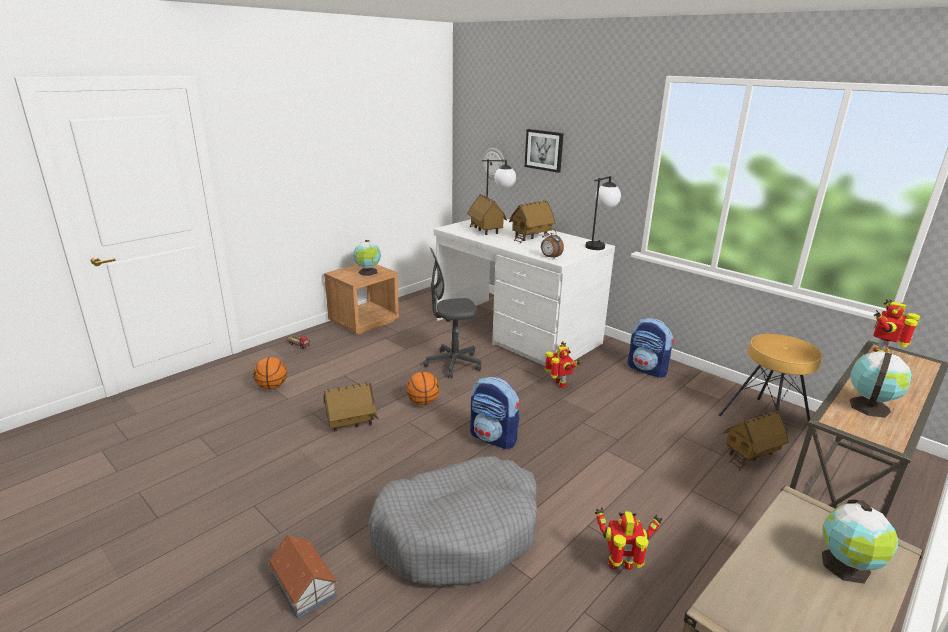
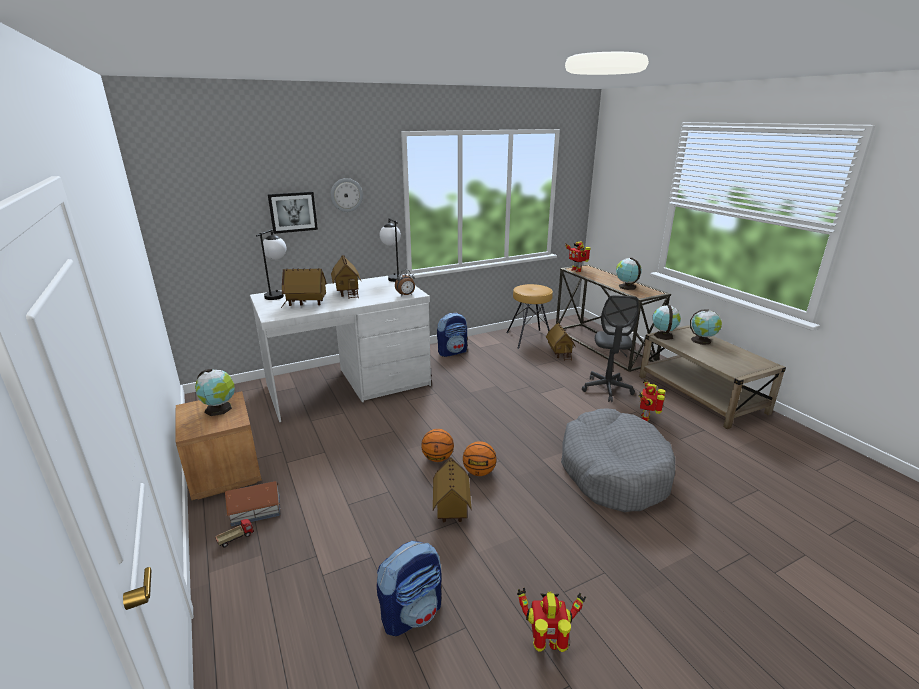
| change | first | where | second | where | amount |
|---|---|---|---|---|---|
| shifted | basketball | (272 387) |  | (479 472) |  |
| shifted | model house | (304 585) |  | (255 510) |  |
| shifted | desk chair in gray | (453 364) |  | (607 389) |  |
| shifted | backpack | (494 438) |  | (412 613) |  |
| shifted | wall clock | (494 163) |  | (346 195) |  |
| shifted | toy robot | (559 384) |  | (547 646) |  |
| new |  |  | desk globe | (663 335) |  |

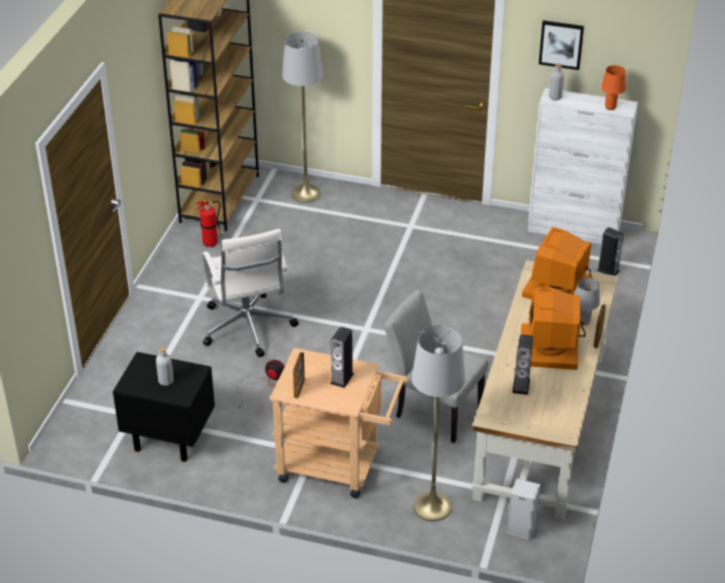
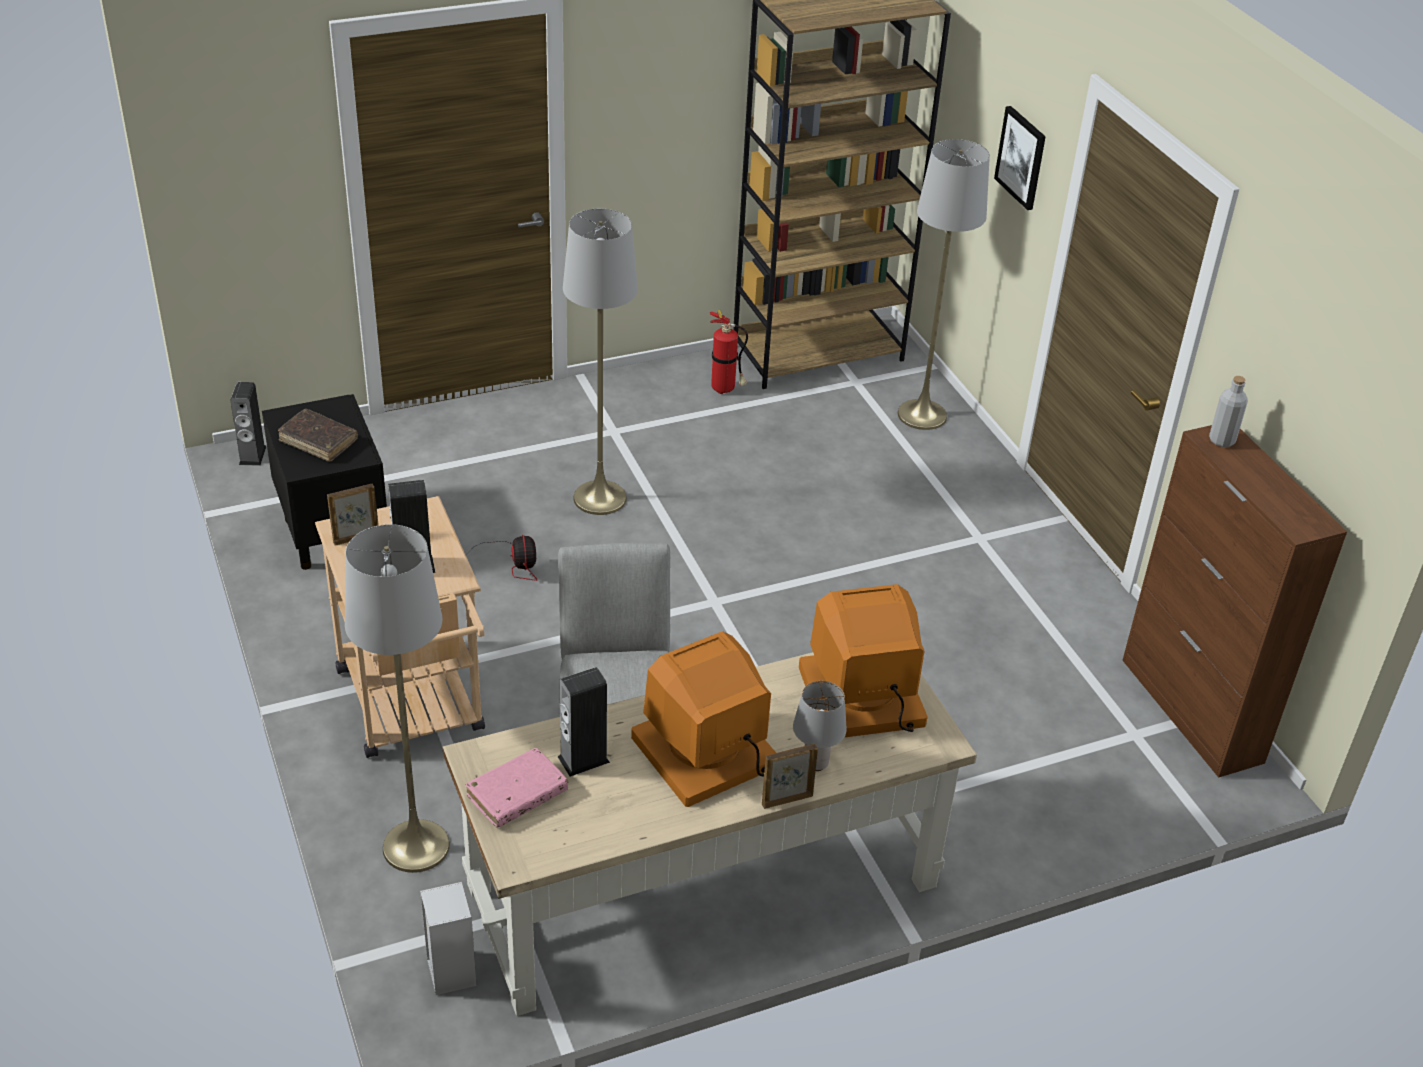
| change | first | where | second | where | amount |
|---|---|---|---|---|---|
| swapped | bottle in gray | (166 381) | bound book in brownish | (318 441) |  |
| swapped | desk chair in white-coloured | (248 328) | standing lamp in gray | (599 498) |  |
| repainted | cabinet in white-coloured | (574 231) | cabinet in brownish | (1191 711) |  |
| shifted | wall picture | (561 44) |  | (1021 157) |  |
| shifted | loudspeaker | (608 271) |  | (252 455) |  |
| gone | tabletop lamp in orangey | (610 107) |  |  |  |
| new |  |  | bound book in pinkish | (517 795) |  |

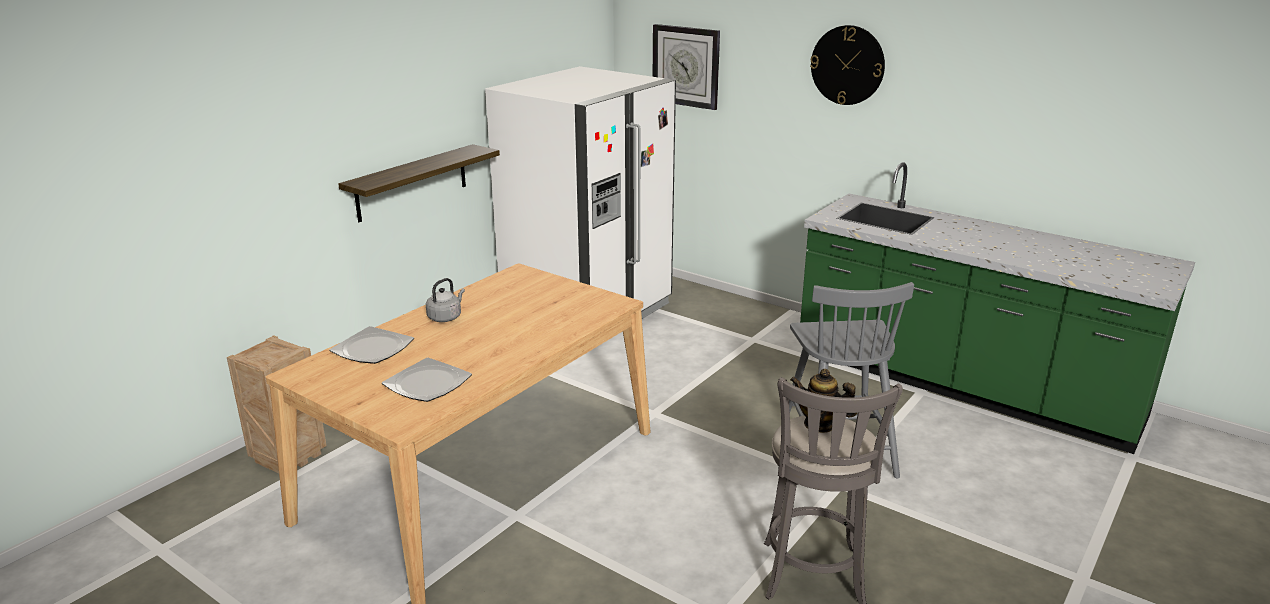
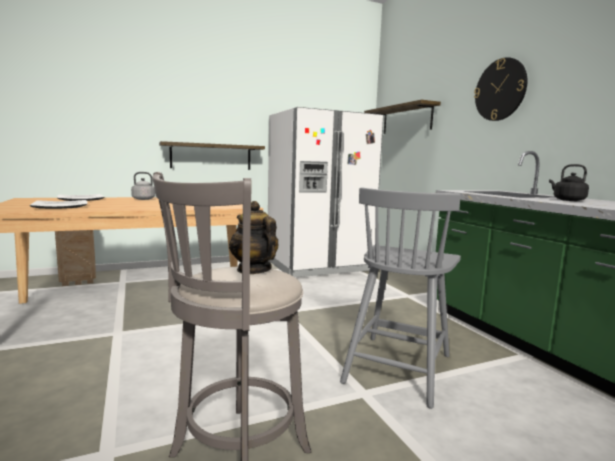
| change | first | where | second | where | amount |
|---|---|---|---|---|---|
| swapped | wall clock | (686 66) | bracket shelf | (406 119) |  |
| new |  |  | kettle in black-coloured | (567 200) |  |

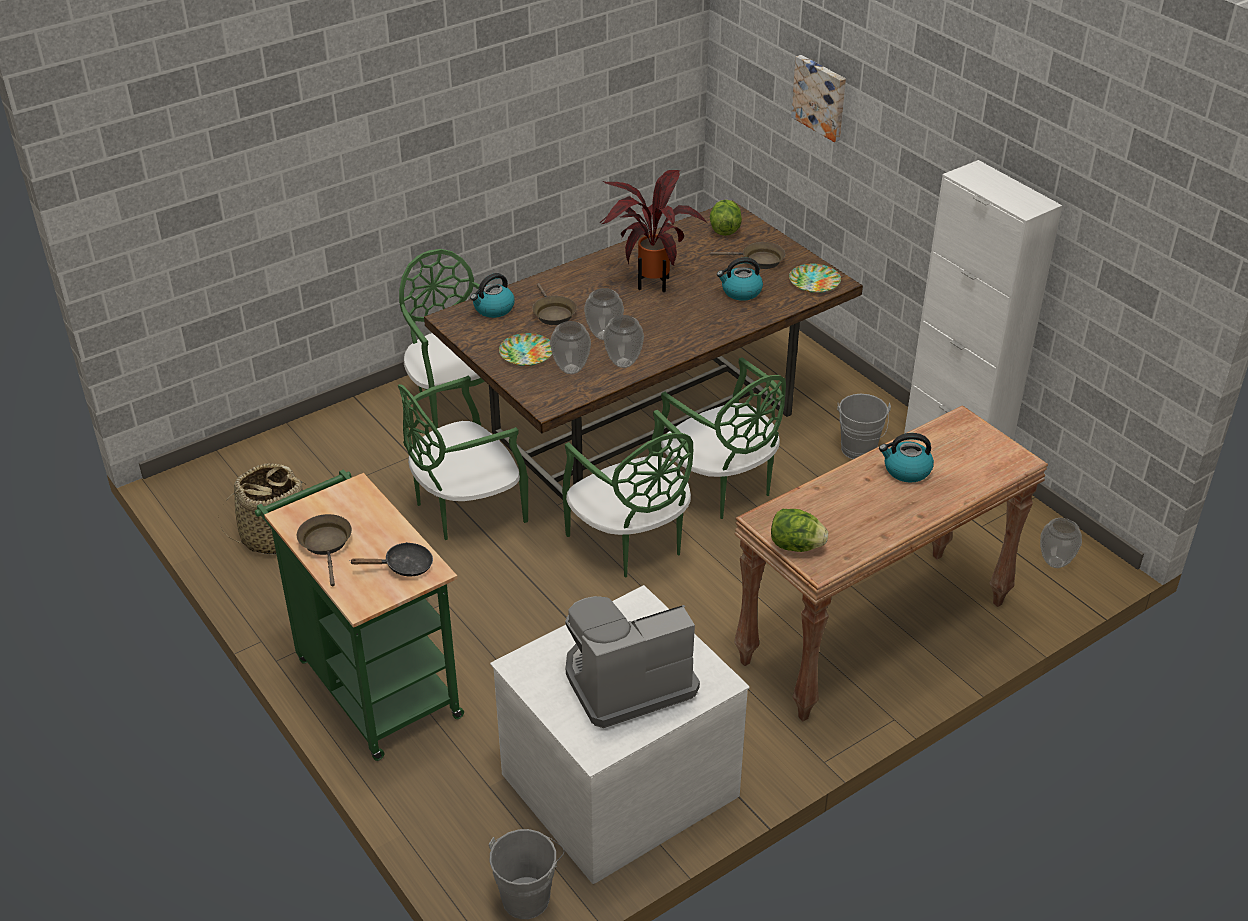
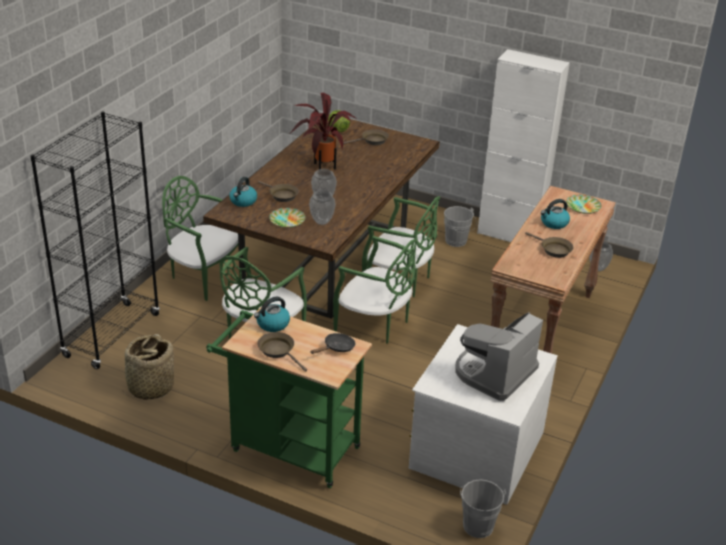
| change | first | where | second | where | amount |
|---|---|---|---|---|---|
| gone | vase | (622 363) |  |  |  |
| shifted | kettle | (740 292) |  | (272 324) |  |
| gone | lettuce | (796 546) |  |  |  |
| shifted | flat dish | (814 282) |  | (582 206) |  |
| gone | wall picture | (820 97) |  |  |  |
| new |  |  | bookshelf in black-coloured | (112 335) |  |
| new |  |  | frying pan in brownish | (553 250) |  |

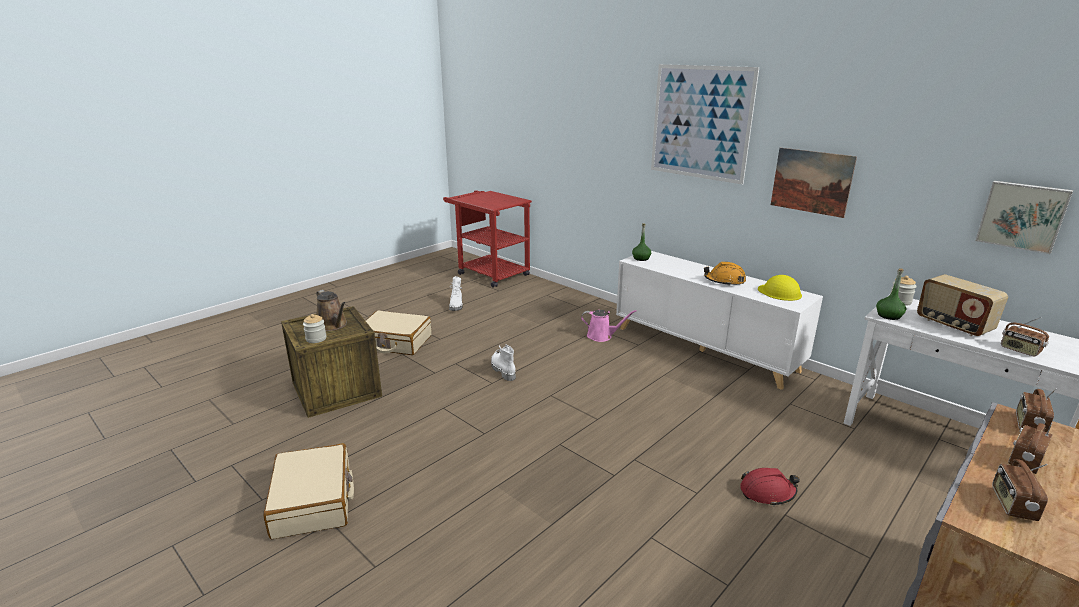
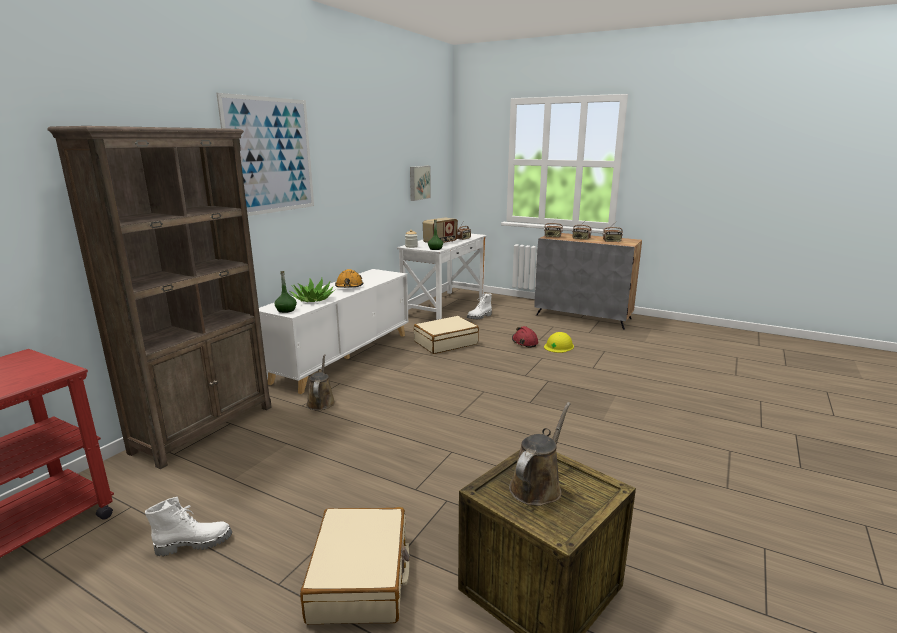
| change | first | where | second | where | amount |
|---|---|---|---|---|---|
| shifted | piece of luggage in sand-coloured | (313 501) |  | (445 342) |  |
| gone | storage jar | (316 339) |  |  |  |
| shifted | boot in white-coloured | (502 370) |  | (479 317) |  |
| repainted | watering pot in pinkish | (602 336) | watering pot in brownish | (321 402) |  |
| shifted | work helmet in yellow | (779 292) |  | (558 346) |  |
| gone | wall picture | (811 181) |  |  |  |
| new |  |  | bookshelf in brownish | (205 428) |  |
| new |  |  | houseplant | (313 299) |  |

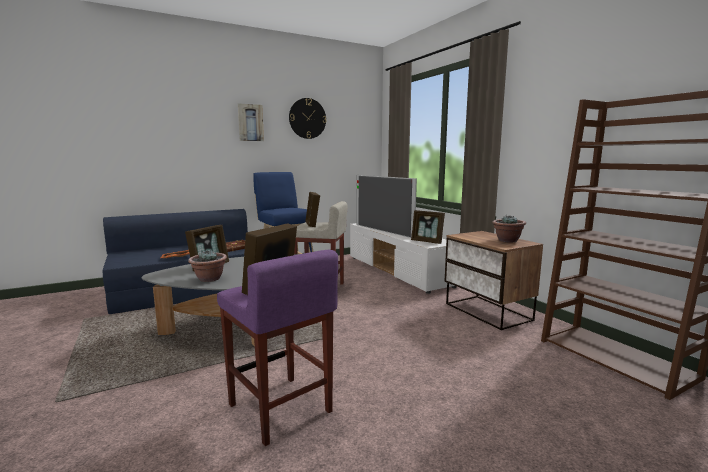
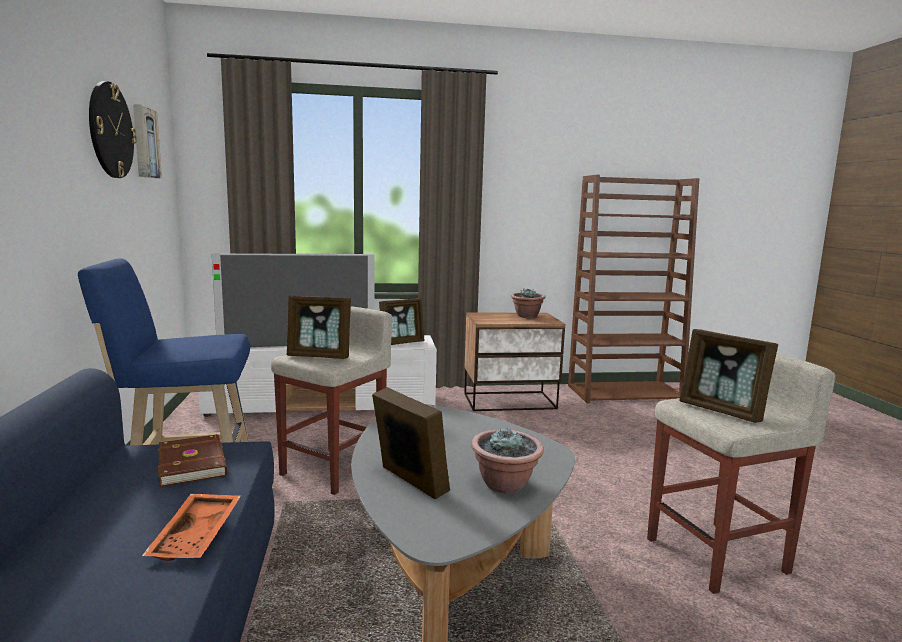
| change | first | where | second | where | amount |
|---|---|---|---|---|---|
| repainted | sitting stool in purple-coloured | (280 409) | sitting stool in sand-coloured | (718 555) |  |
| shifted | wall picture | (250 122) |  | (144 143) |  |

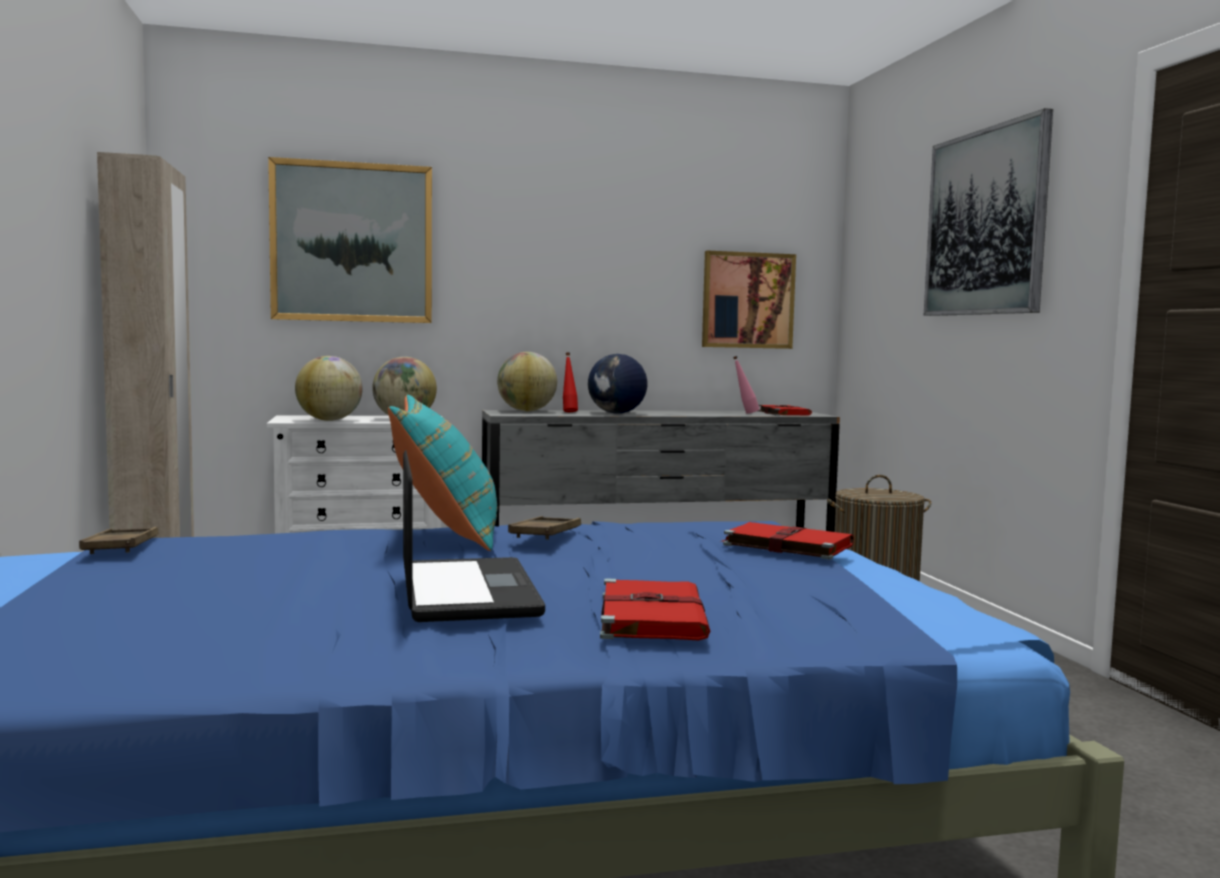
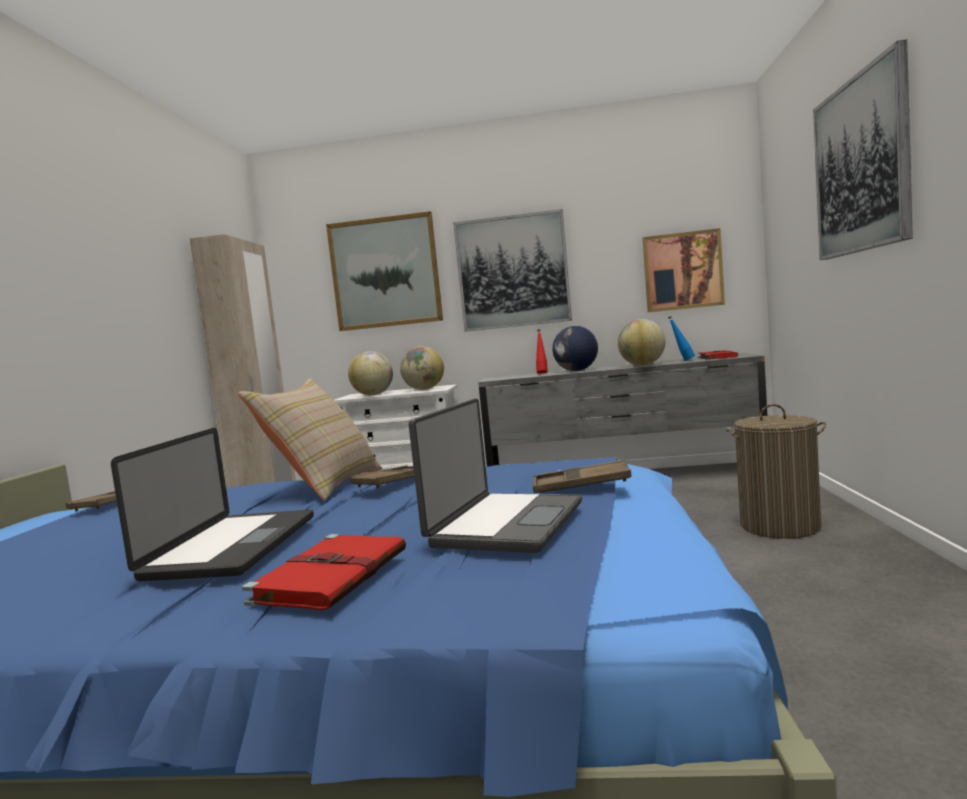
| change | first | where | second | where | amount |
|---|---|---|---|---|---|
| repainted | pillow in blue-green | (447 536) | pillow in sand-coloured | (324 486) |  |
| shifted | desk globe | (526 411) |  | (642 365) |  |
| swapped | bound book in reddish | (785 545) | serving tray in brownish | (581 485) |  |
| repainted | bottle in pinkish | (744 413) | bottle in blue-coloured | (683 360) |  |
| new |  |  | laptop | (505 524) |  |
| new |  |  | wall picture | (512 272) |  |

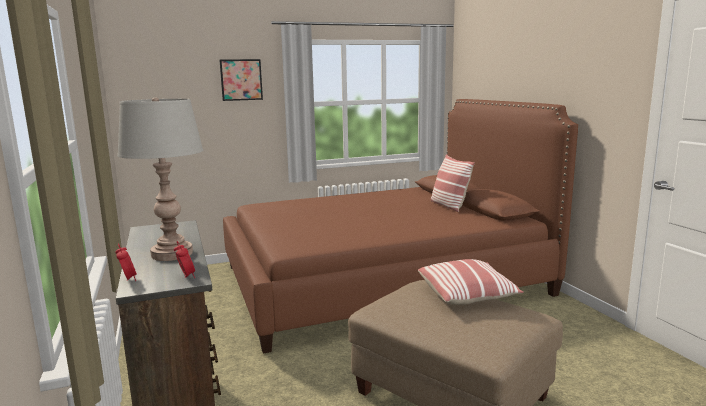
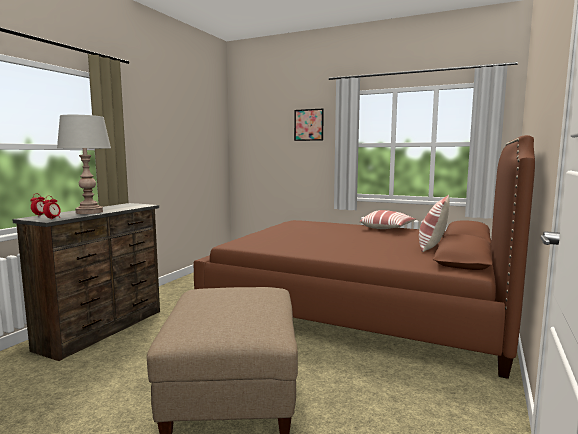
| change | first | where | second | where | amount |
|---|---|---|---|---|---|
| shifted | pillow | (467 295) |  | (387 229) |  |

